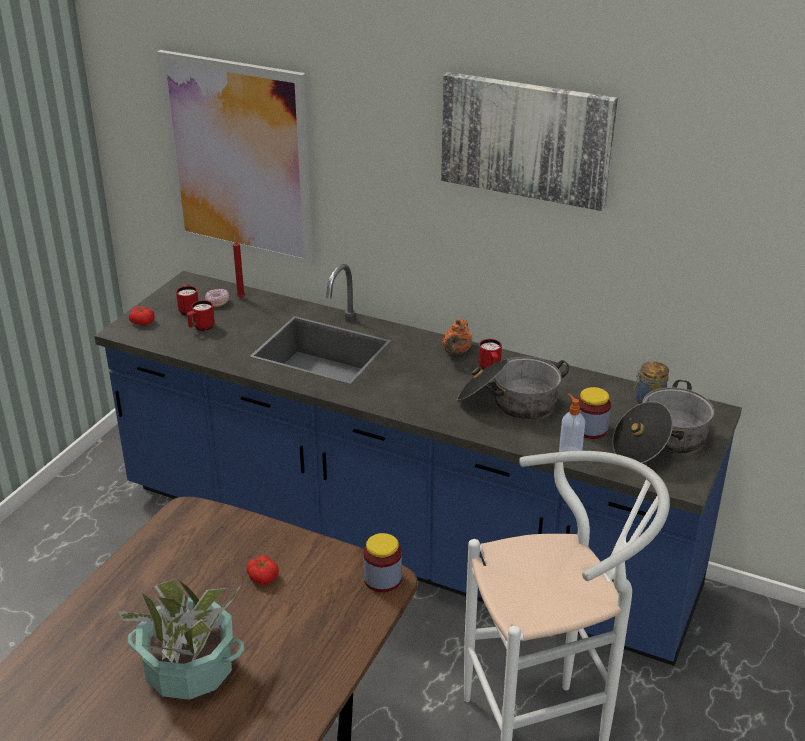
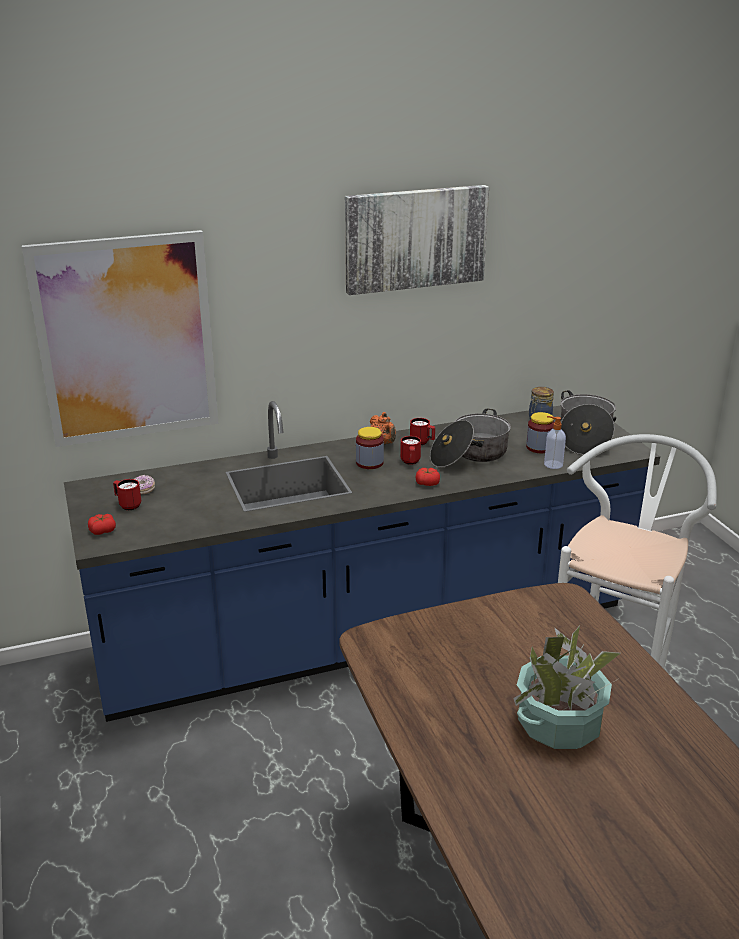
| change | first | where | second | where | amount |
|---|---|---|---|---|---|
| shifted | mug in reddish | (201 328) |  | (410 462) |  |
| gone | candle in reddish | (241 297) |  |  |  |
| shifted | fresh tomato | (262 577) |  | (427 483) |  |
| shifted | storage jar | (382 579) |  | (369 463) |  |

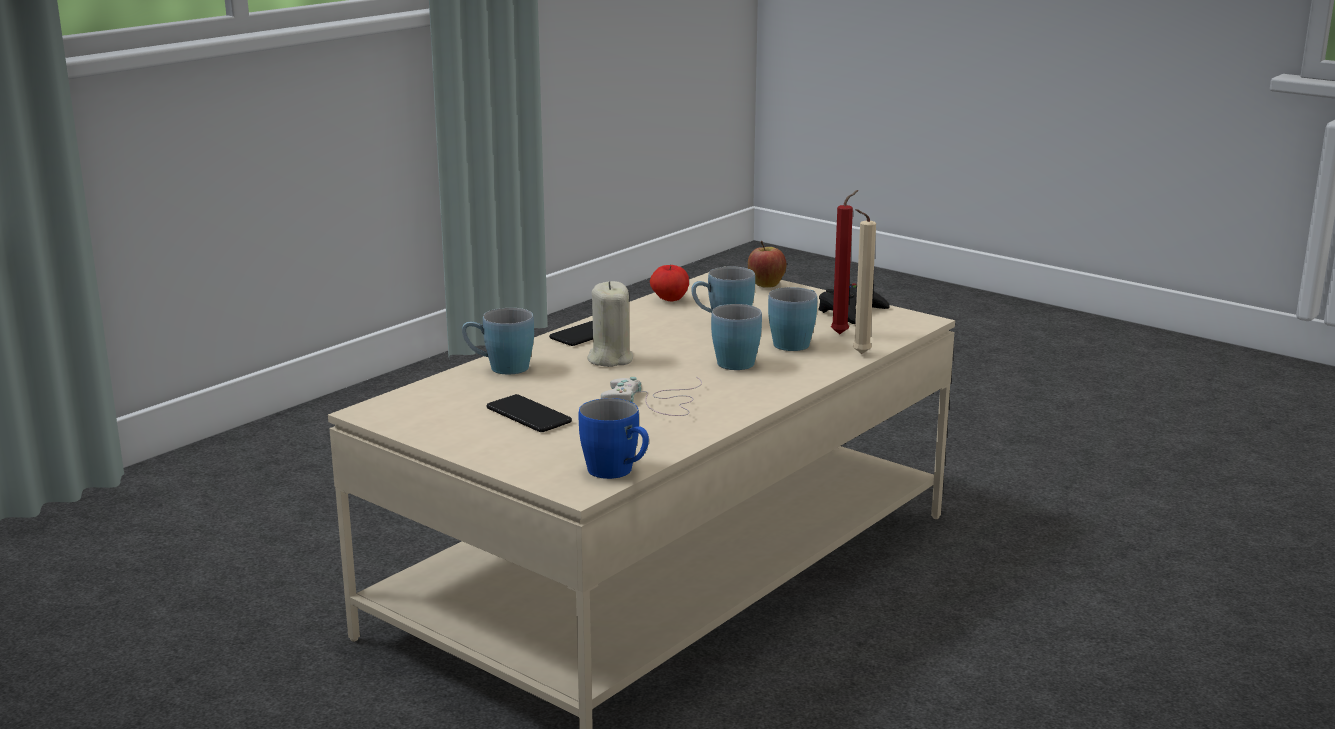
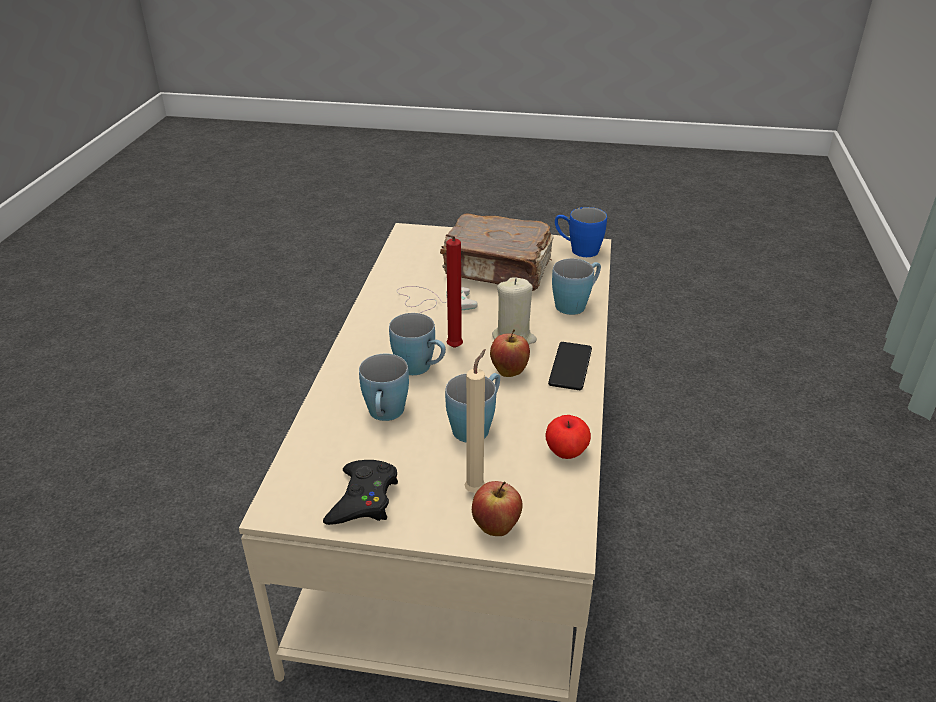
| change | first | where | second | where | amount |
|---|---|---|---|---|---|
| swapped | phone | (528 415) | bound book in brownish | (498 269) |  |
| shifted | mug in blue-coloured | (618 472) |  | (578 250) |  |
| shifted | candle in reddish | (842 334) |  | (453 349) |  |
| shifted | candle in sand-coloured | (858 354) |  | (476 489) |  |
| new |  |  | apple fruit | (509 372) |  |

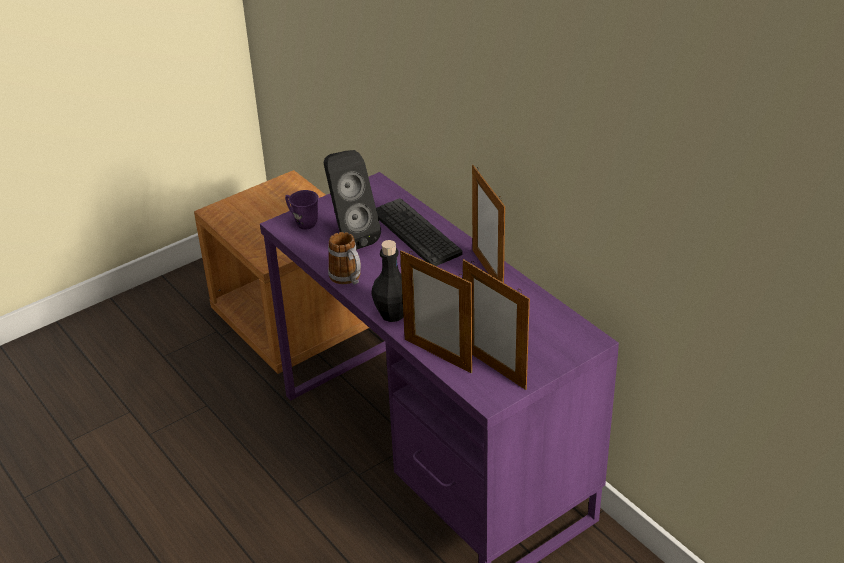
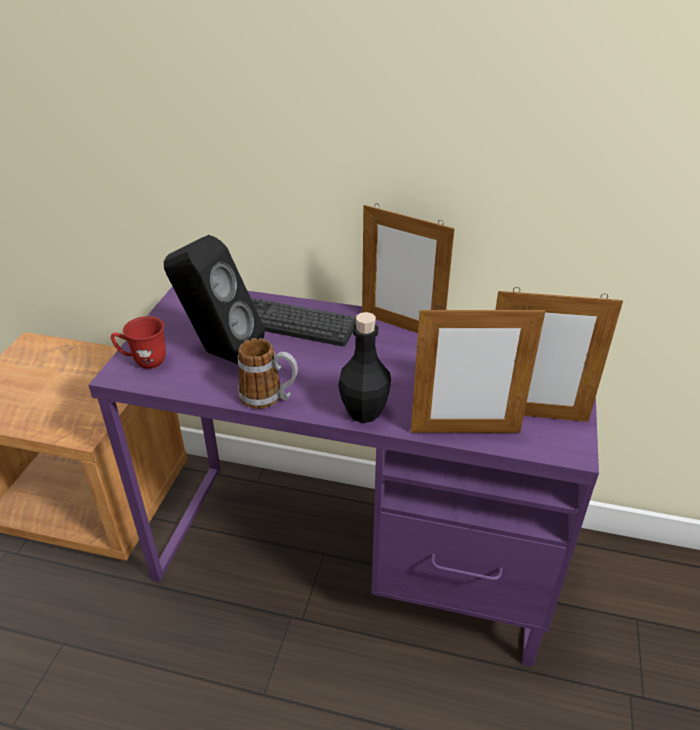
| change | first | where | second | where | amount |
|---|---|---|---|---|---|
| repainted | mug in purple-coloured | (302 222) | mug in reddish | (143 361) |  |

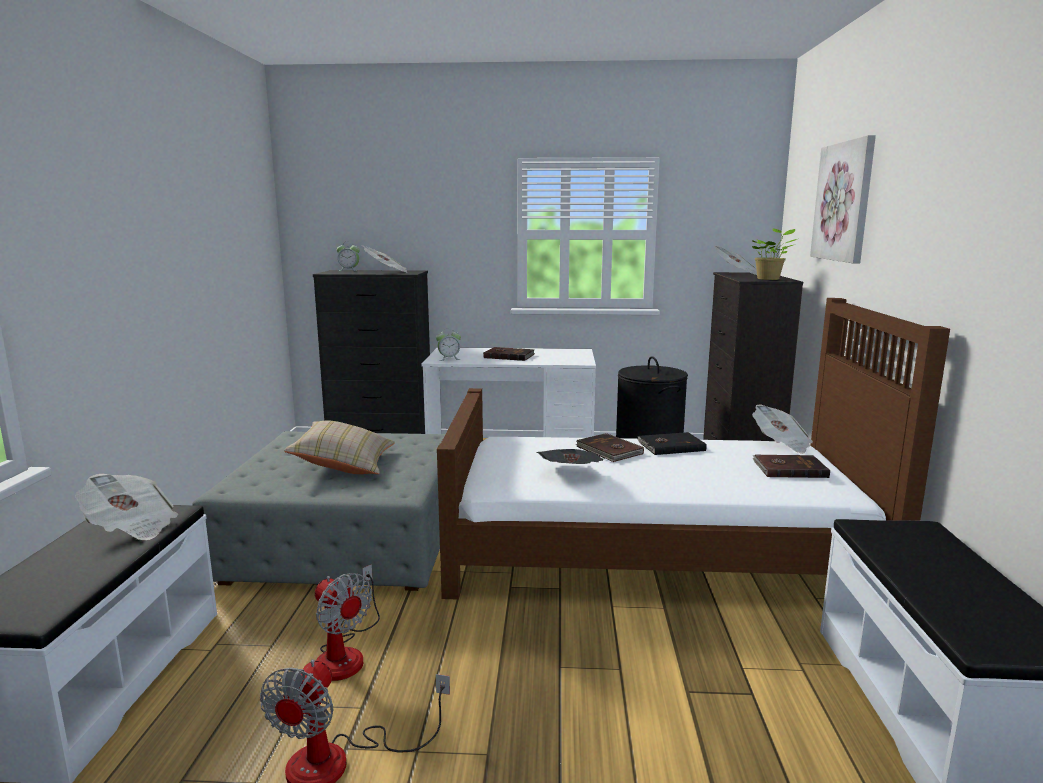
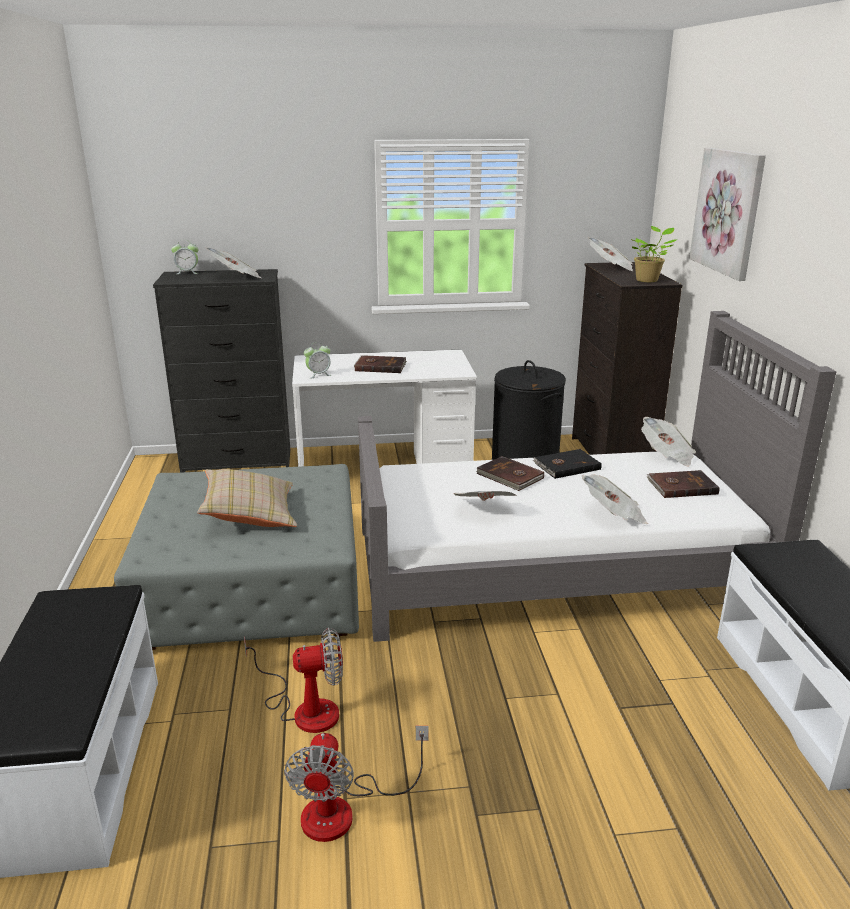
| change | first | where | second | where | amount |
|---|---|---|---|---|---|
| shifted | printed paper | (131 527) |  | (613 515) |  |
| rotated | fan | (345 653) |  | (305 708) | 45 degrees counterclockwise |
| repainted | sleeping bed in brownish | (655 549) | sleeping bed in gray | (556 566) |  |

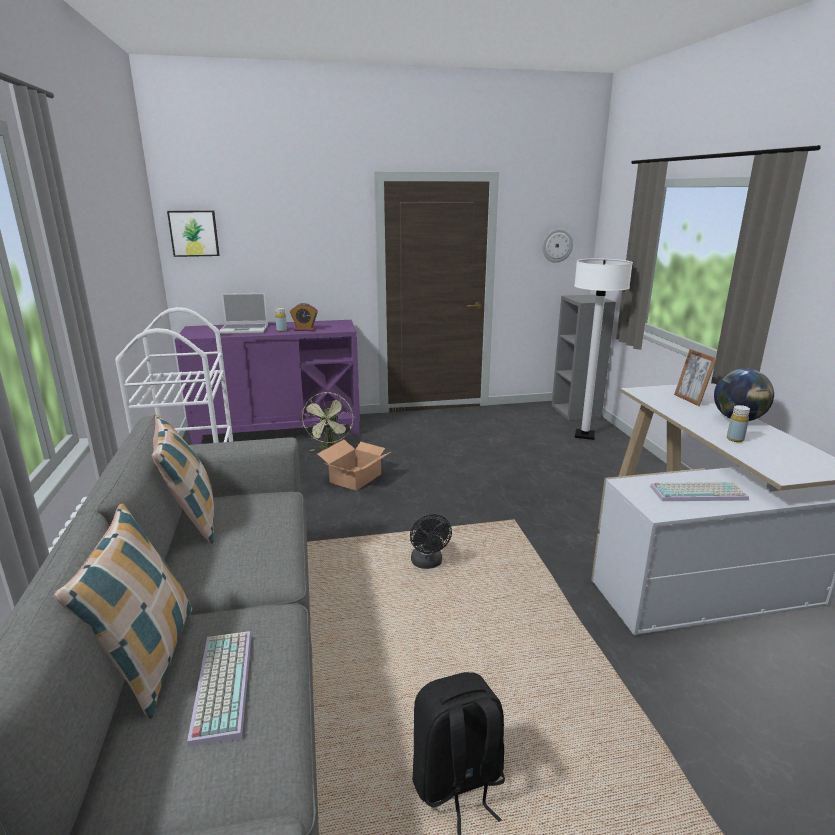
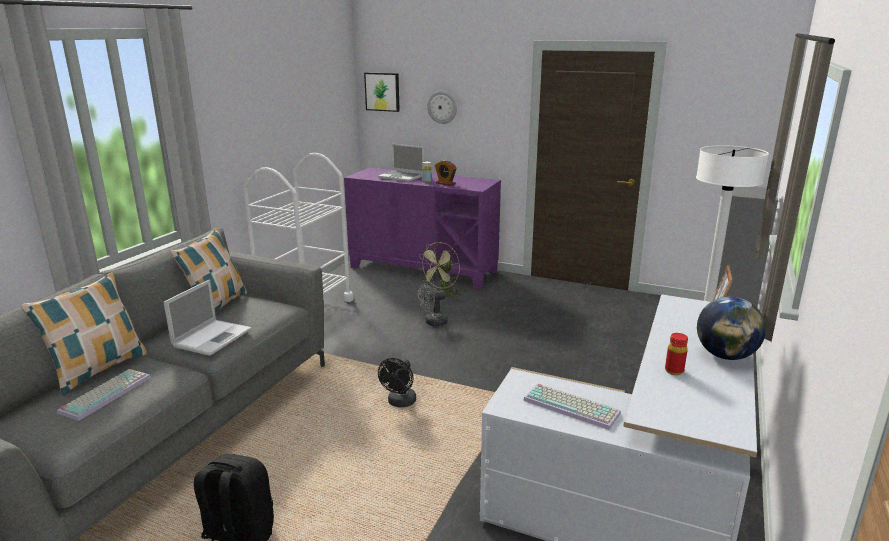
| change | first | where | second | where | amount |
|---|---|---|---|---|---|
| swapped | packing box | (356 478) | fan in gray | (432 322) |  |
| shifted | wall clock | (557 245) |  | (442 107) |  |
| repainted | bottle in yellow | (735 439) | bottle in reddish | (674 371) |  |
| new |  |  | laptop | (213 337) |  |

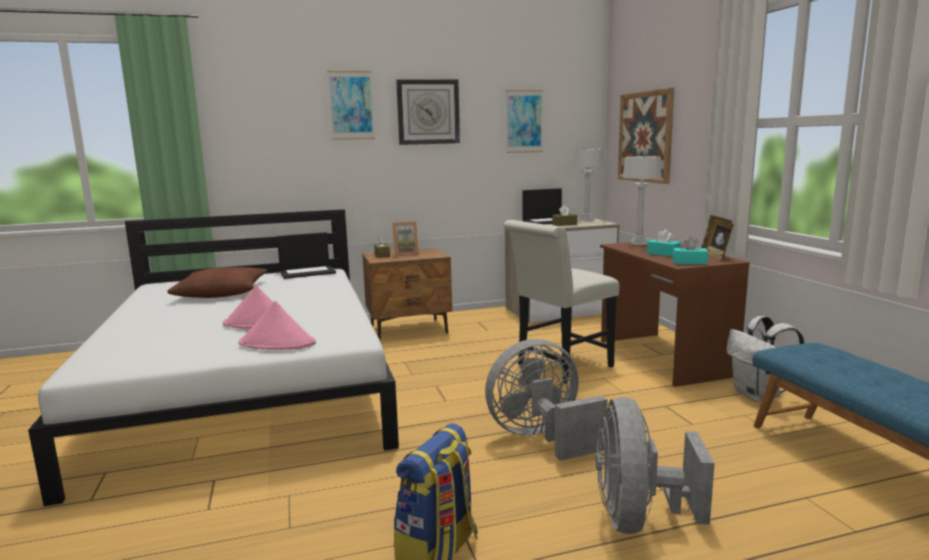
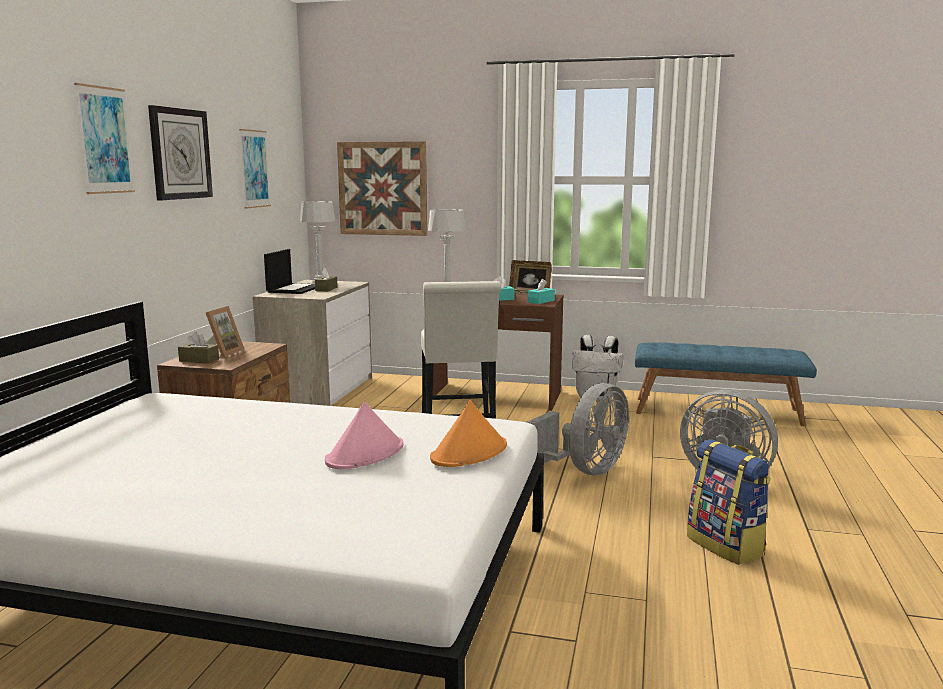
| change | first | where | second | where | amount |
|---|---|---|---|---|---|
| gone | pillow in brownish | (222 292) |  |  |  |
| repainted | clothing hat in pinkish | (278 343) | clothing hat in orangey | (469 452) |  |
| gone | laptop | (308 272) |  |  |  |
| rotated | fan in gray | (541 438) |  | (585 470) | 150 degrees counterclockwise |

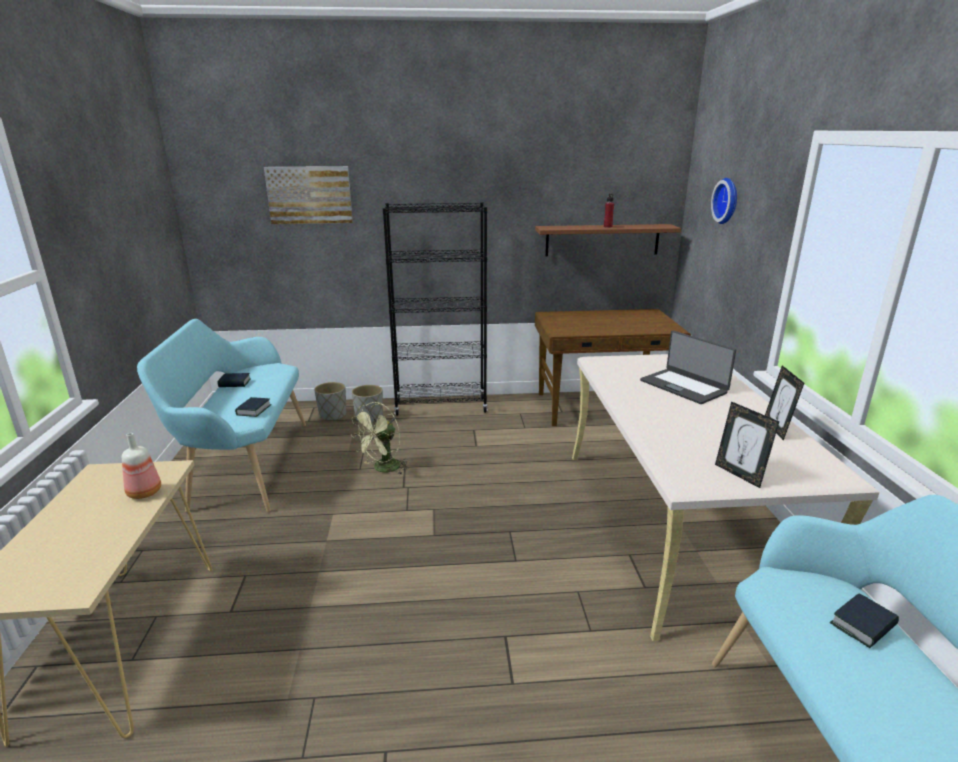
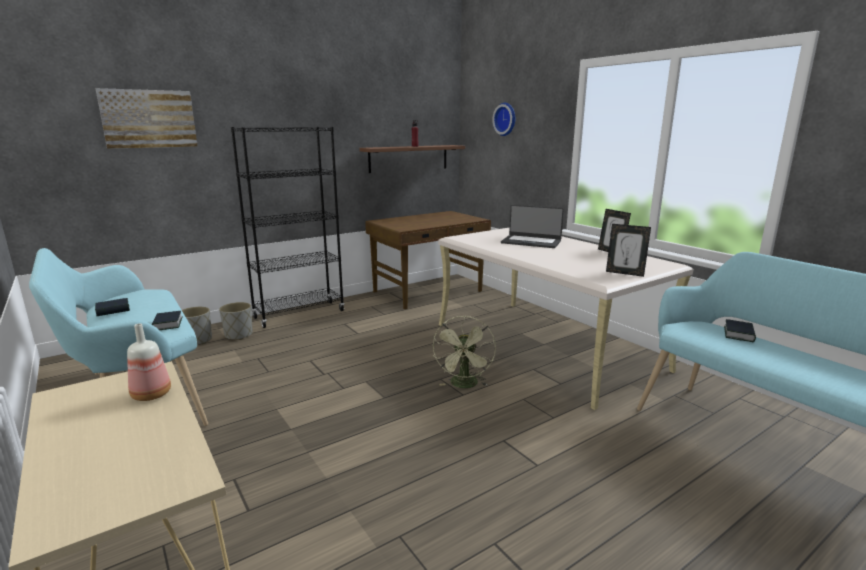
| change | first | where | second | where | amount |
|---|---|---|---|---|---|
| shifted | fan in green | (383 469) |  | (464 385) |  |

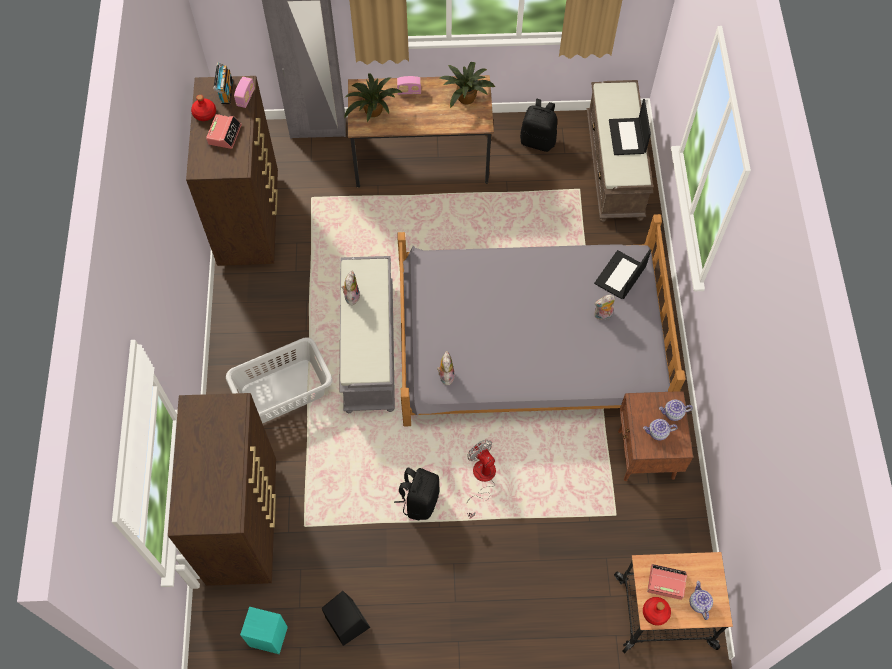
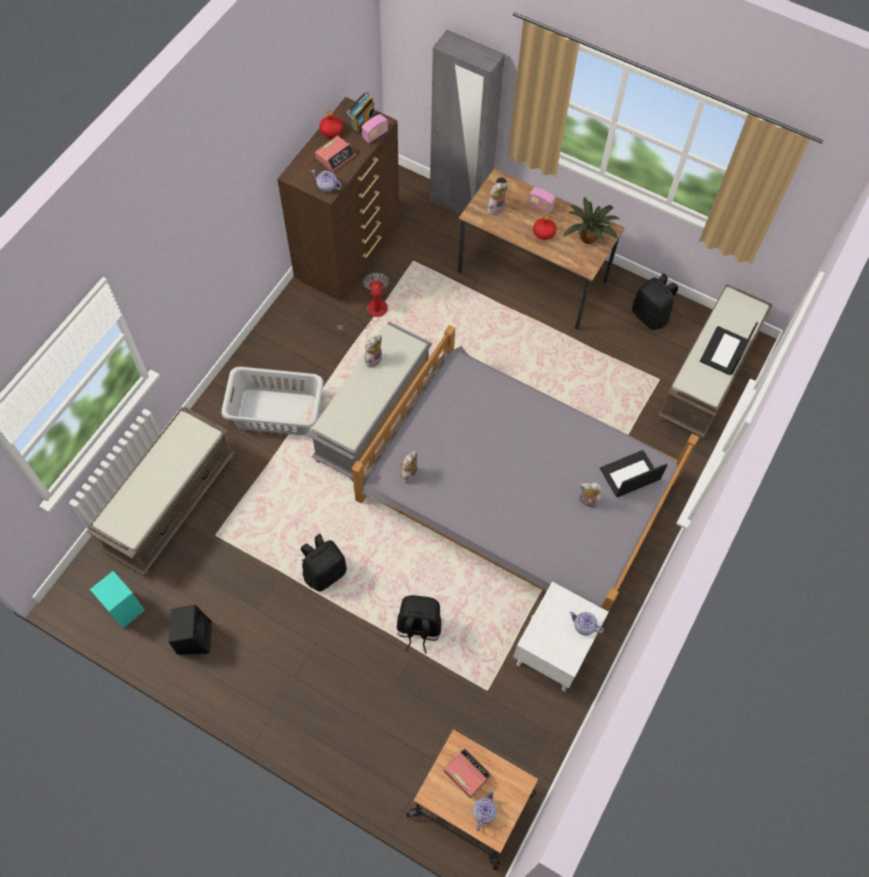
| change | first | where | second | where | amount |
|---|---|---|---|---|---|
| swapped | drawer chest in brownish | (245 522) | indoor bench in brownish | (171 503) |  |
| swapped | houseplant | (372 112) | cuddly toy | (495 207) |  |
| shifted | fan | (481 479) |  | (371 313) |  |
| repainted | night table in brownish | (645 455) | night table in white-coloured | (552 654) |  |
| shifted | pot for tea | (657 433) |  | (326 186) |  |
| shifted | bottle in reddish | (655 613) |  | (544 233) |  |
| new |  |  | backpack in black-coloured | (418 629) |  |

